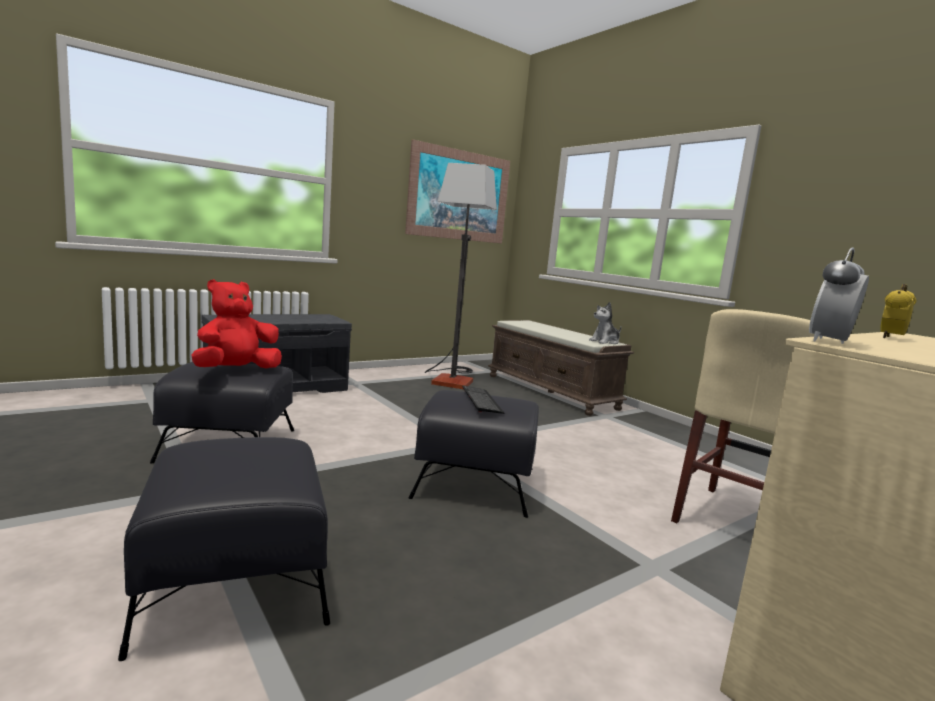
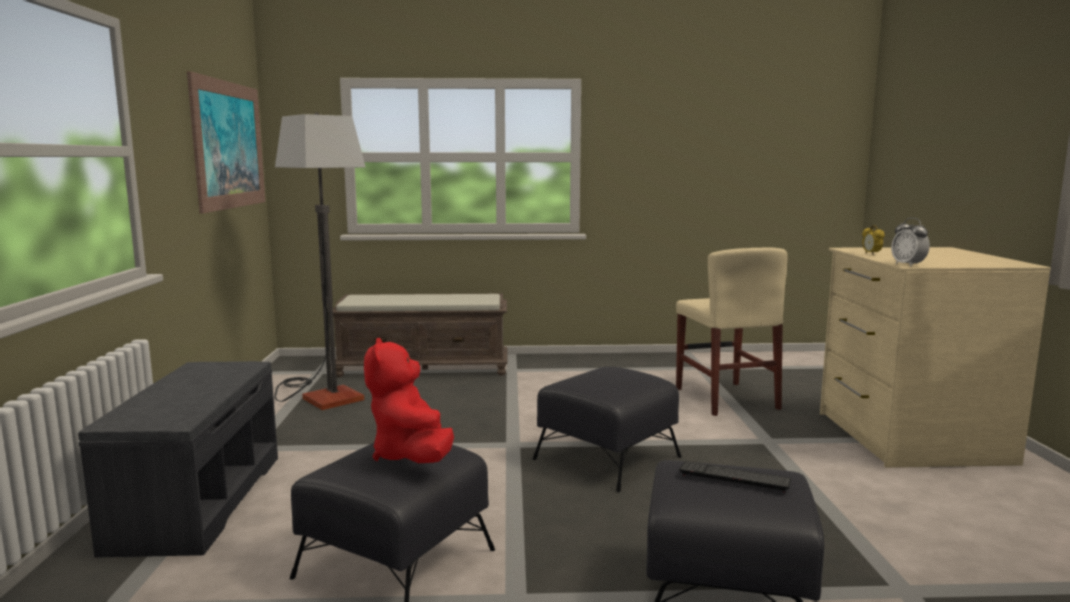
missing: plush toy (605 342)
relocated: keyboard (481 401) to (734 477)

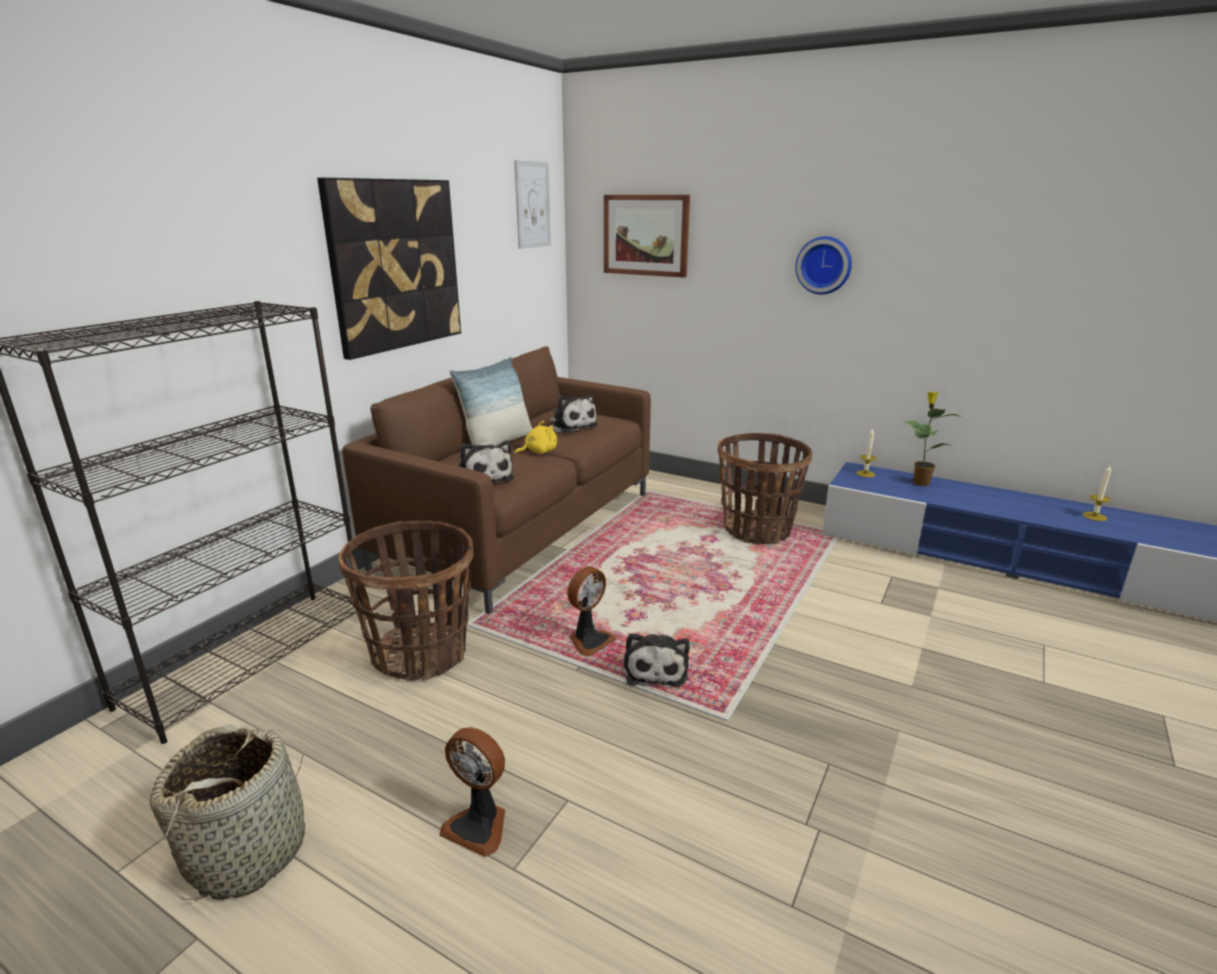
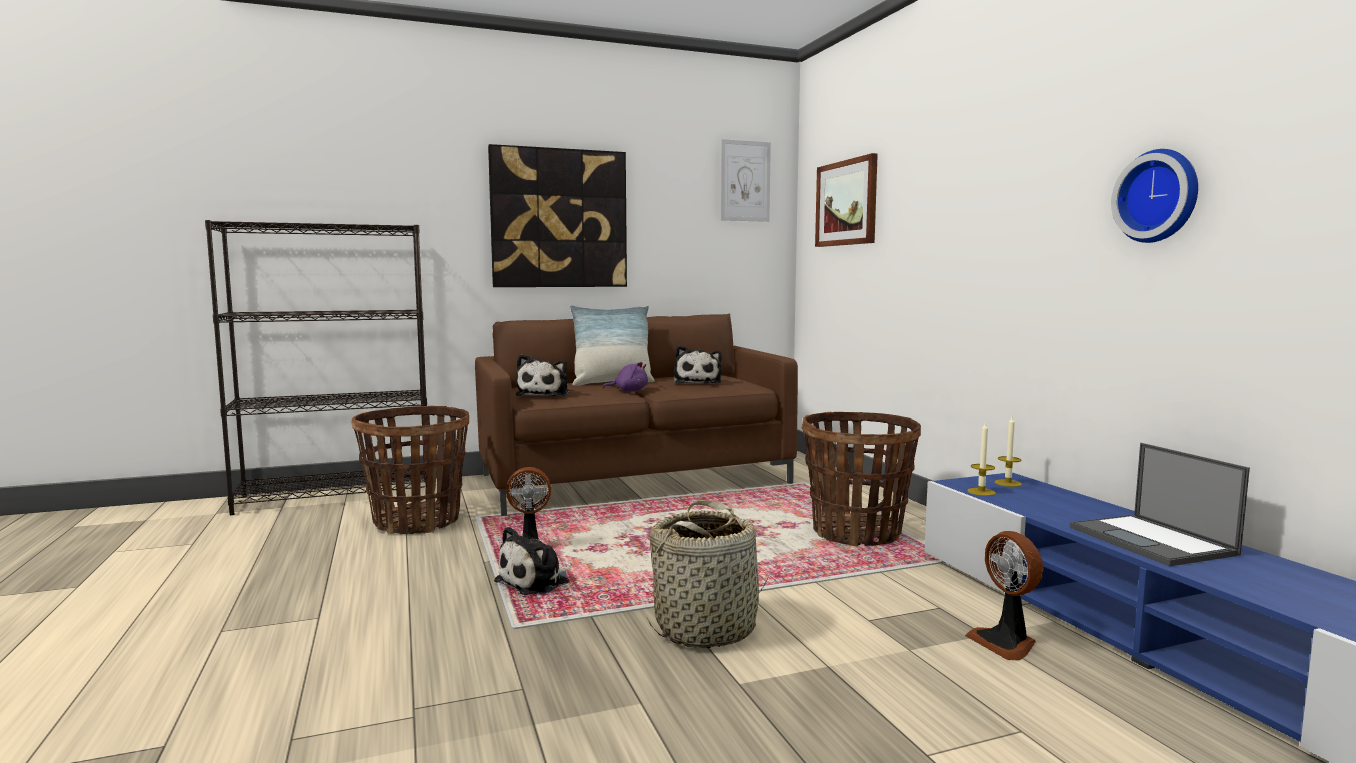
missing: houseplant (920 483)
appeared: notebook computer (1153 541)
relocated: household basket (248 851) to (706 628); cooling fan (479 825) to (1005 643); candle (1094 516) to (981 492); hanging clock (824 265) to (1159 196)
colour: plush toy (yellow) (538 452) to plush toy (purplish) (629 391)

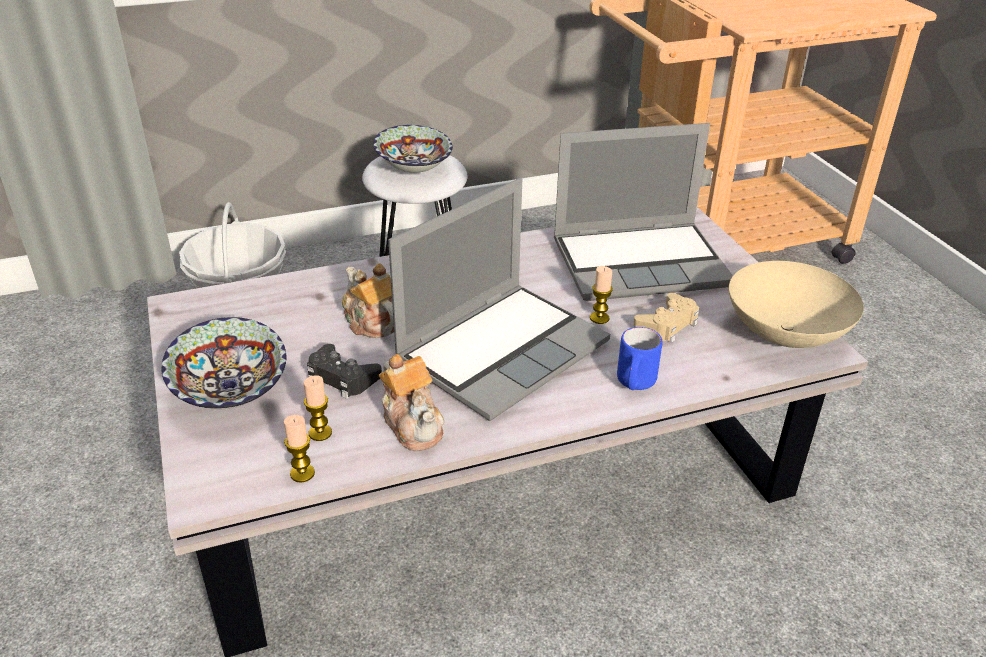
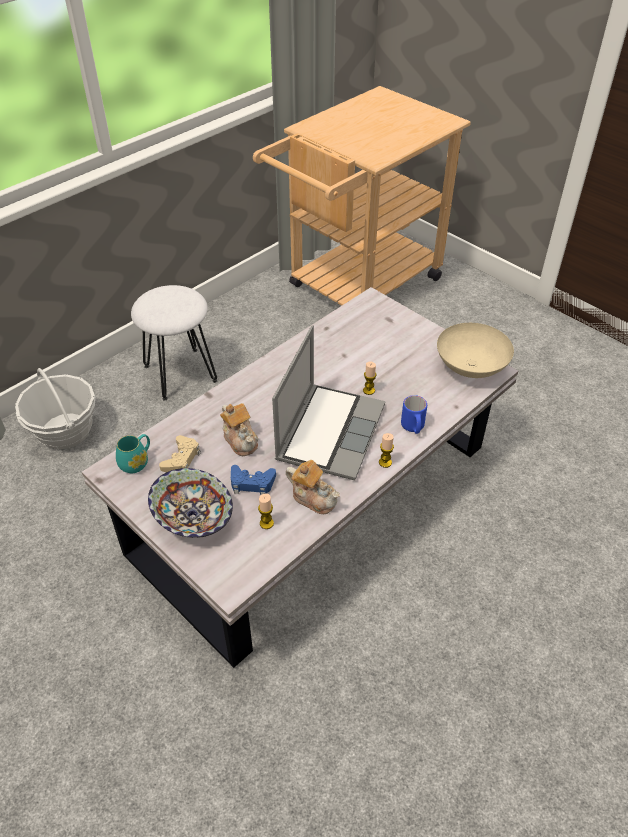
missing: deep dish (412 168); notebook computer (641 262)
appeared: tea mug (turquoise) (137 462)
relocated: gamepad (sand-coloured) (667 324) to (181 459); candle (302 473) to (385 462)
colour: gamepad (black-coloured) (342 377) to gamepad (blue) (252 483)
spun: pot for tea (371 322) = (240 439) 150 degrees counterclockwise

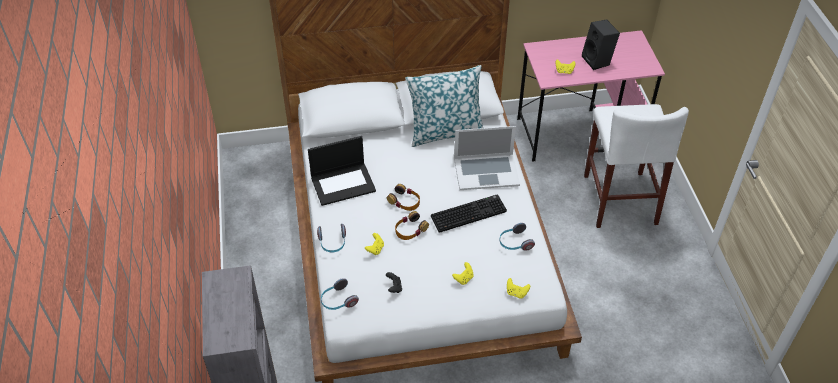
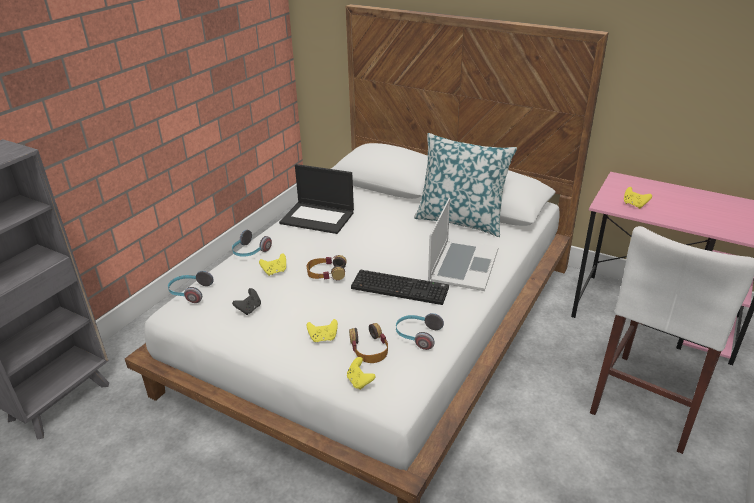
missing: speaker (black-coloured) (598 61)
relocated: pair of headphones (404 201) to (369 348)
spun: notebook computer (486 171) = (463 264) 105 degrees counterclockwise

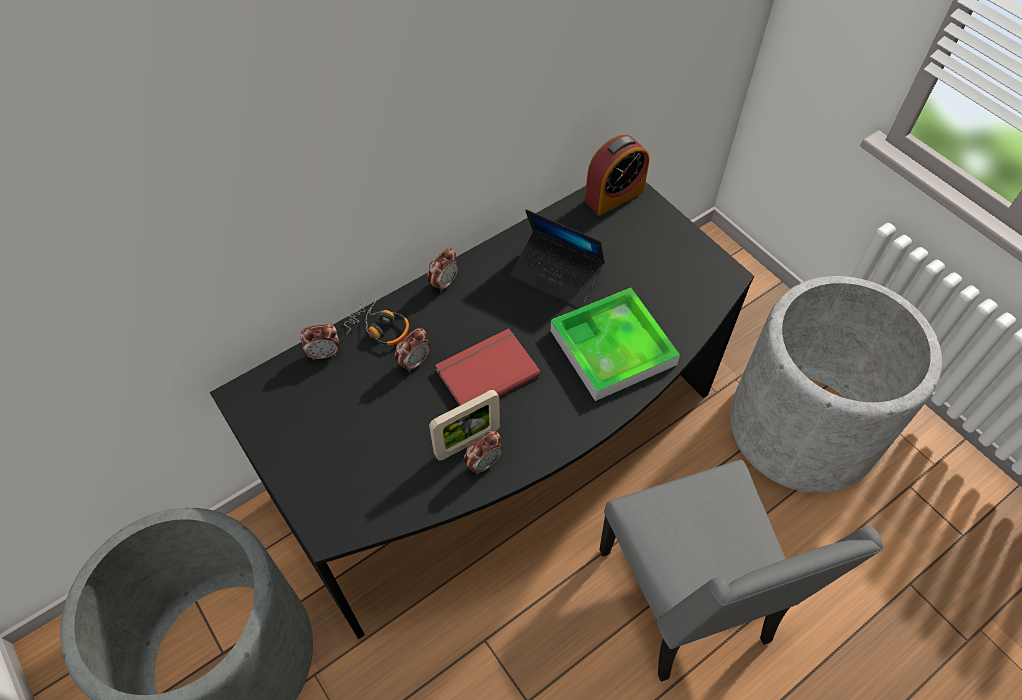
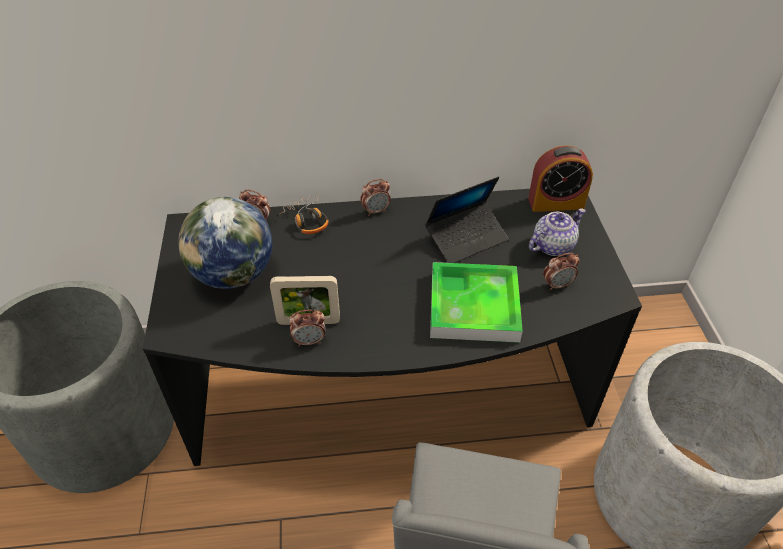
missing: bound book (reddish) (485 371)
appeared: world globe (233 275); pot for tea (553 245)
relocated: alarm clock (414 362) to (557 285)
spun: notebook computer (556 275) = (466 238) 90 degrees counterclockwise

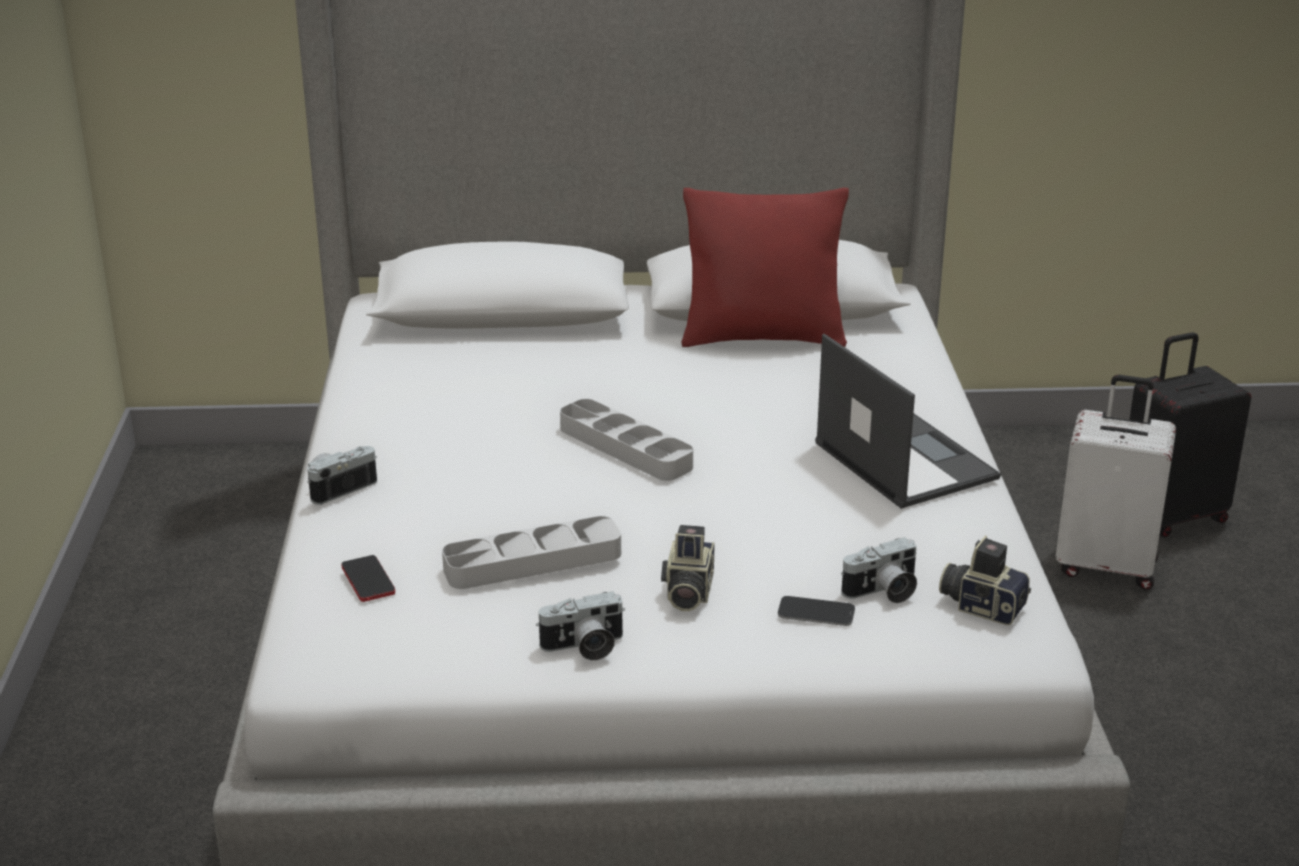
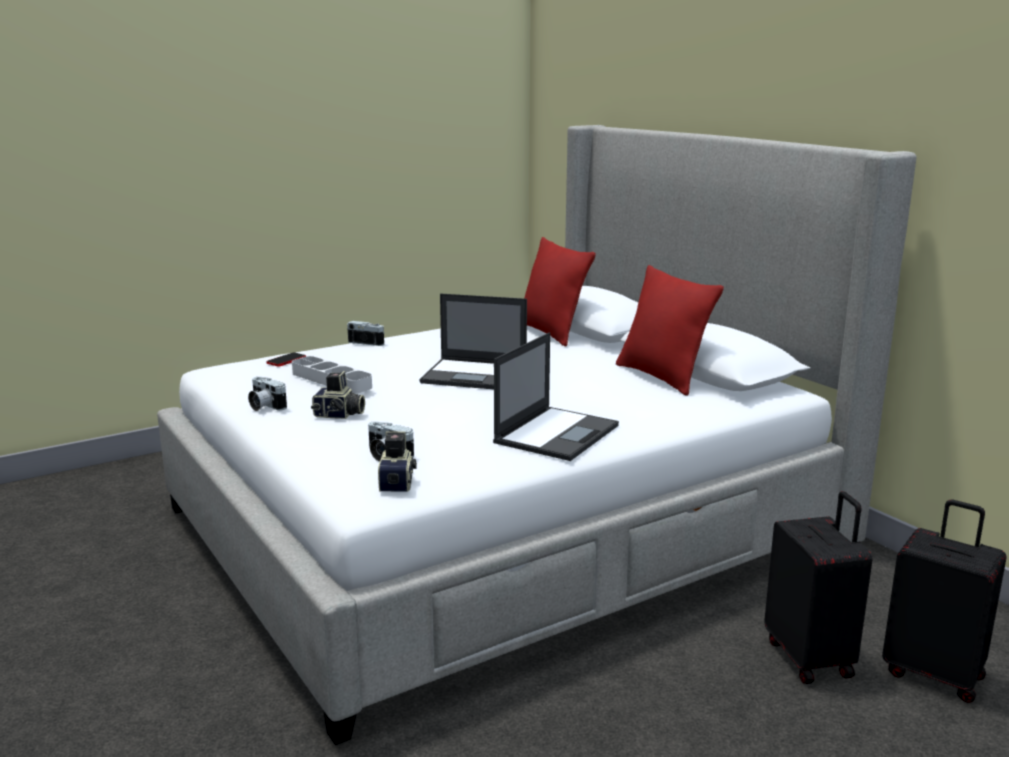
missing: phone (816 613)
appeared: throw pillow (reddish) (551 333)
exchanged: tray (grey) (625 447) to notebook computer (476 375)
colour: piece of luggage (white-coloured) (1106 566) to piece of luggage (black-coloured) (810 658)
spun: photo camera (687 592) = (339 415) 150 degrees counterclockwise

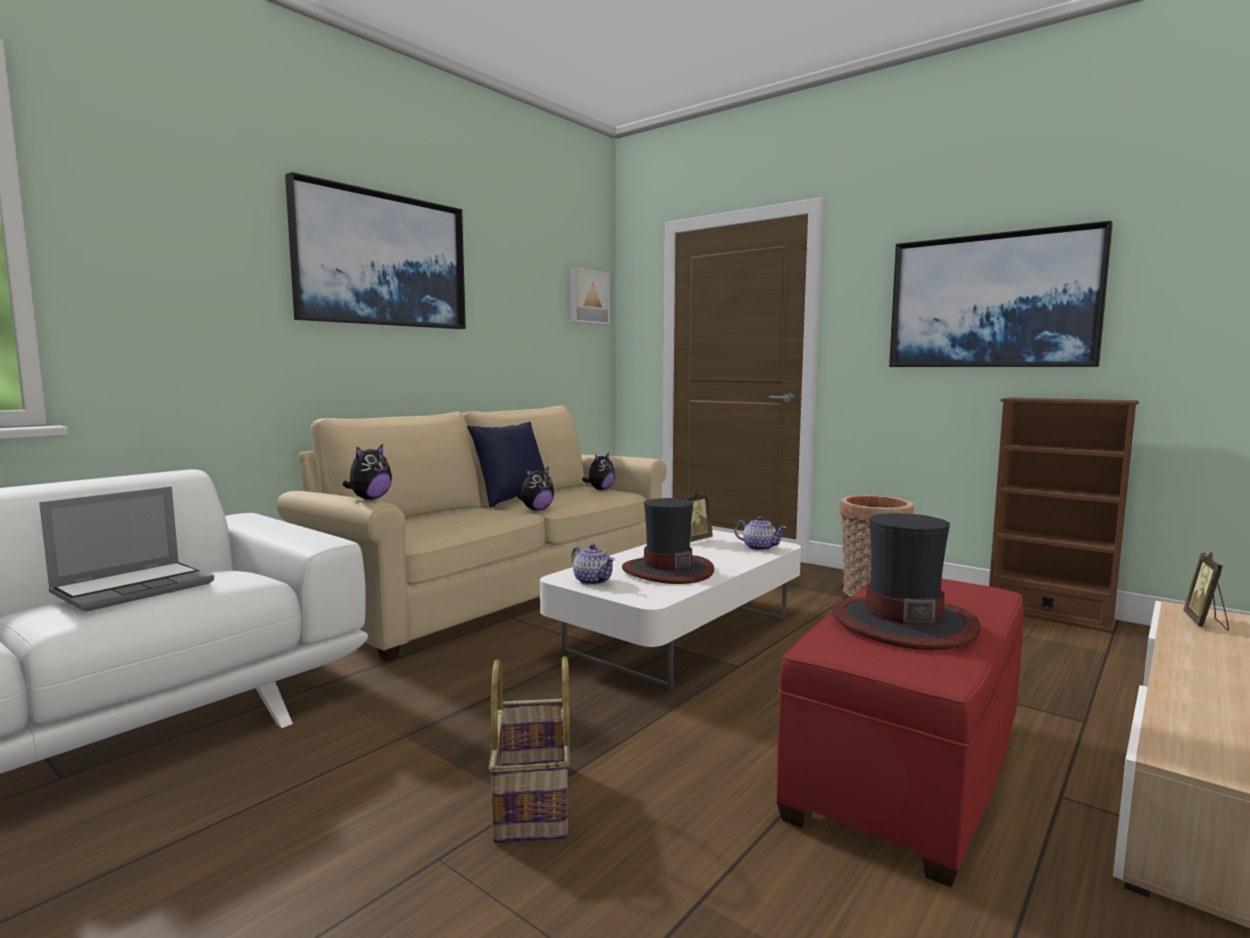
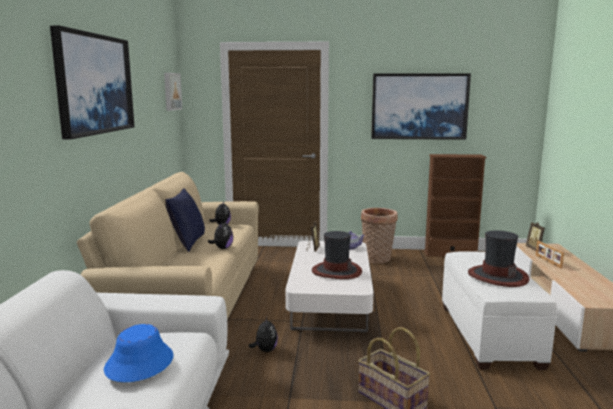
missing: pot for tea (592 581)
appeared: photo frame (547 261)
relocated: plush toy (370 499) to (265 350)
exchanged: notebook computer (135 588) to clothing hat (blue) (139 363)
colour: ottoman (reddish) (909 770) to ottoman (white-coloured) (489 335)

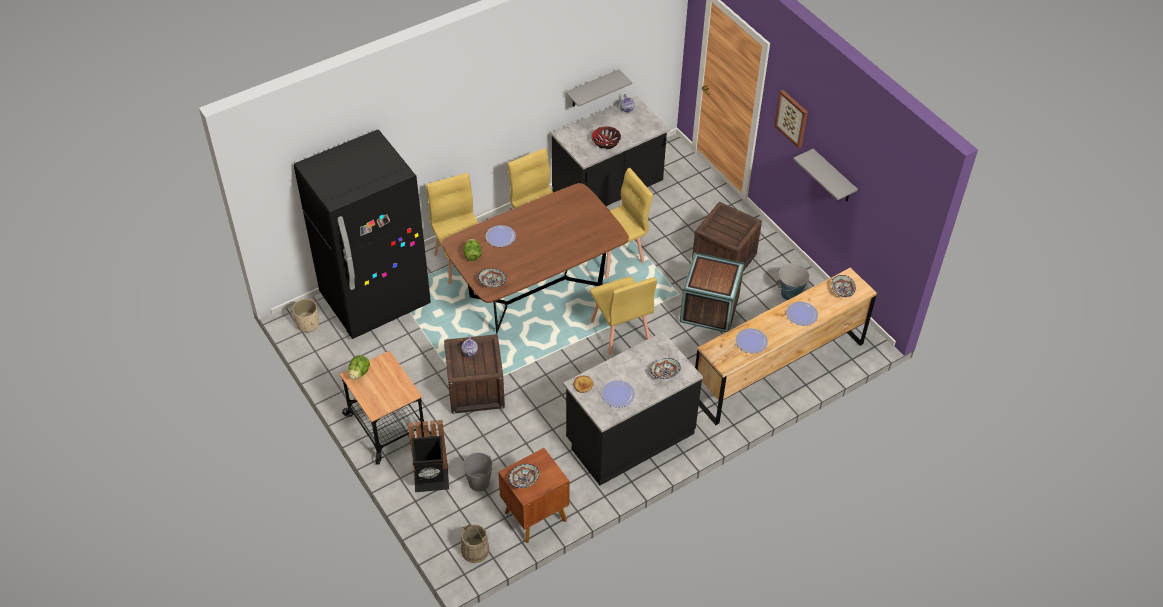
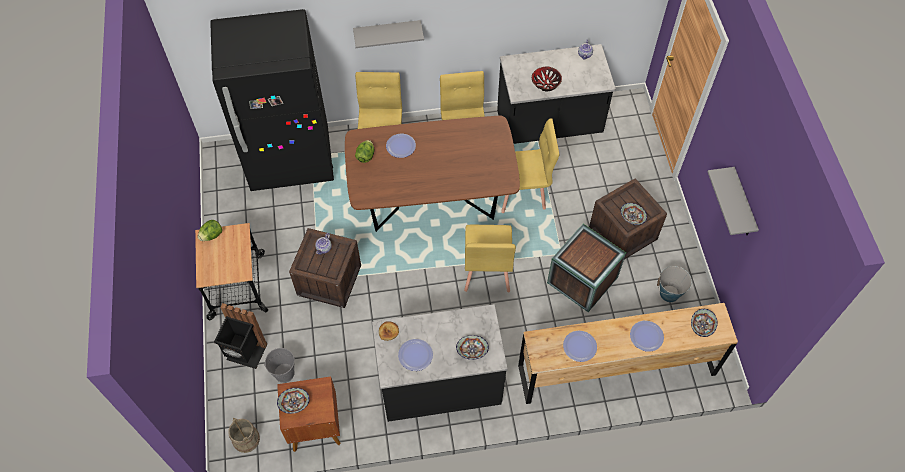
missing: plant pot (sand-coloured) (308 324); wall picture (792 118)
relocated: wall shelf (grey) (592 89) to (387 32); deep dish (492 282) to (632 217)

